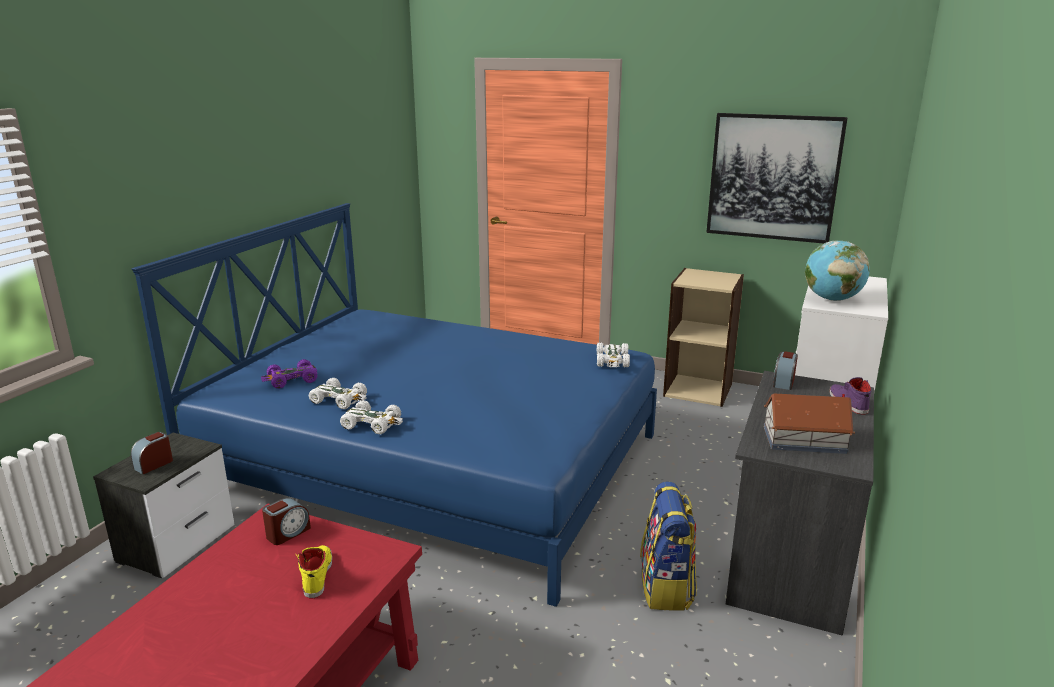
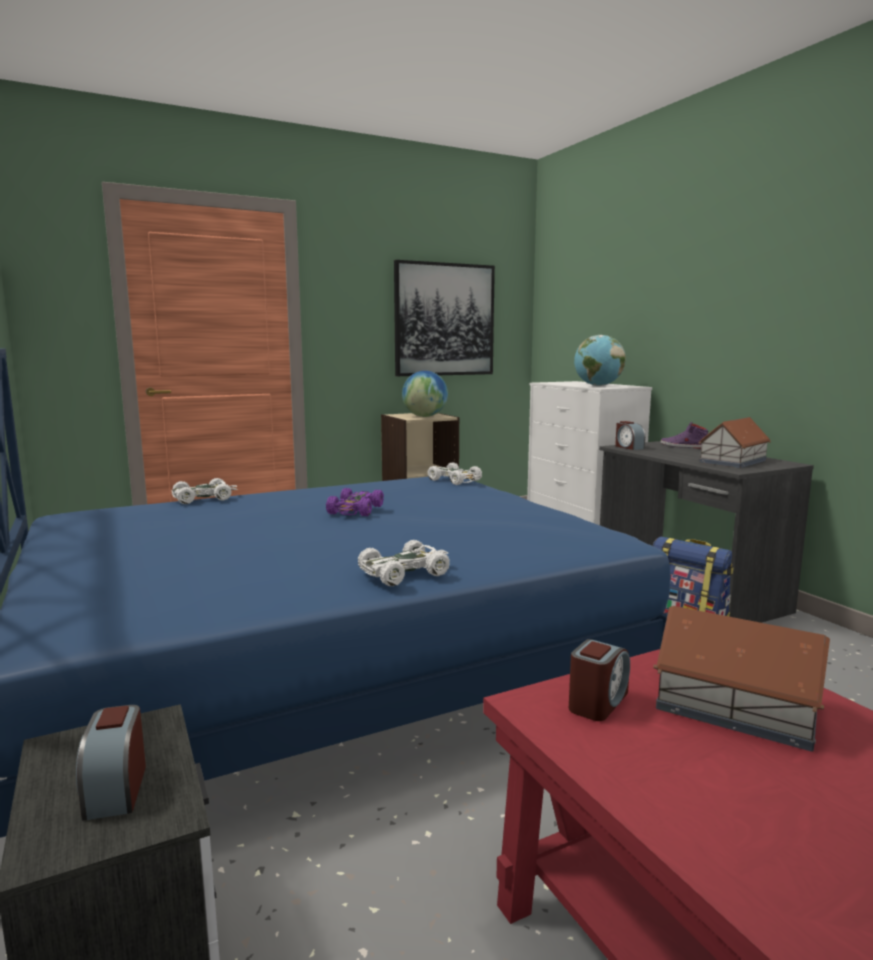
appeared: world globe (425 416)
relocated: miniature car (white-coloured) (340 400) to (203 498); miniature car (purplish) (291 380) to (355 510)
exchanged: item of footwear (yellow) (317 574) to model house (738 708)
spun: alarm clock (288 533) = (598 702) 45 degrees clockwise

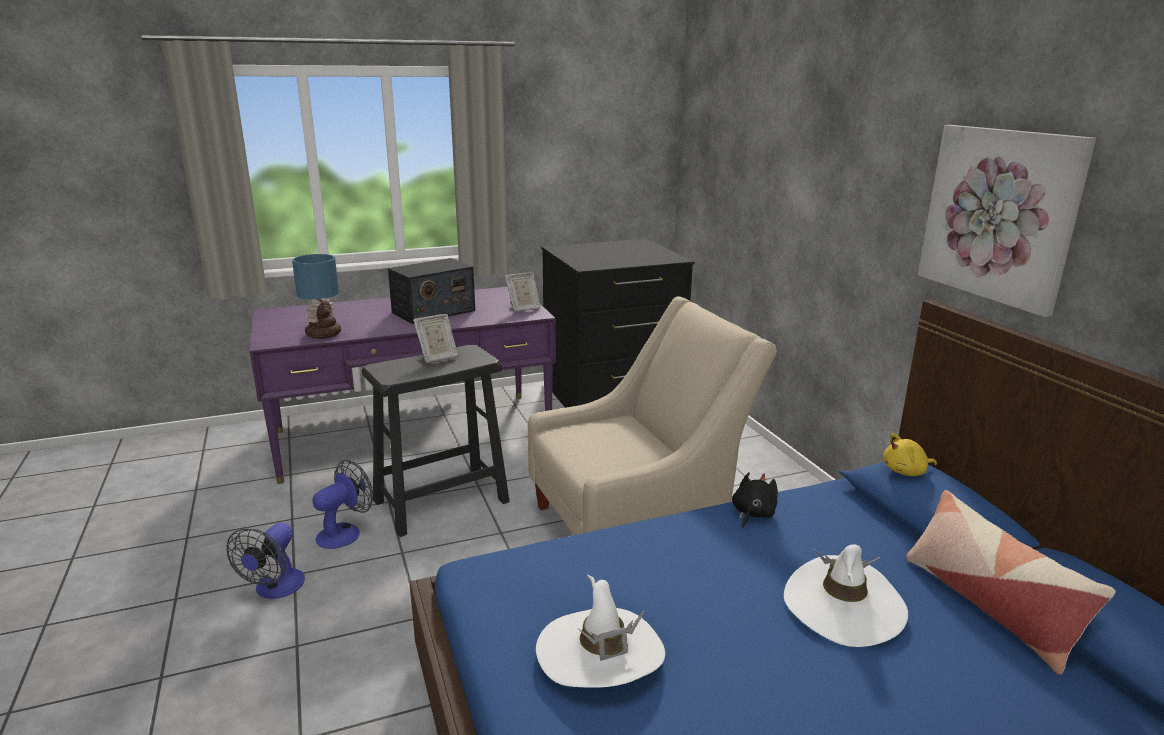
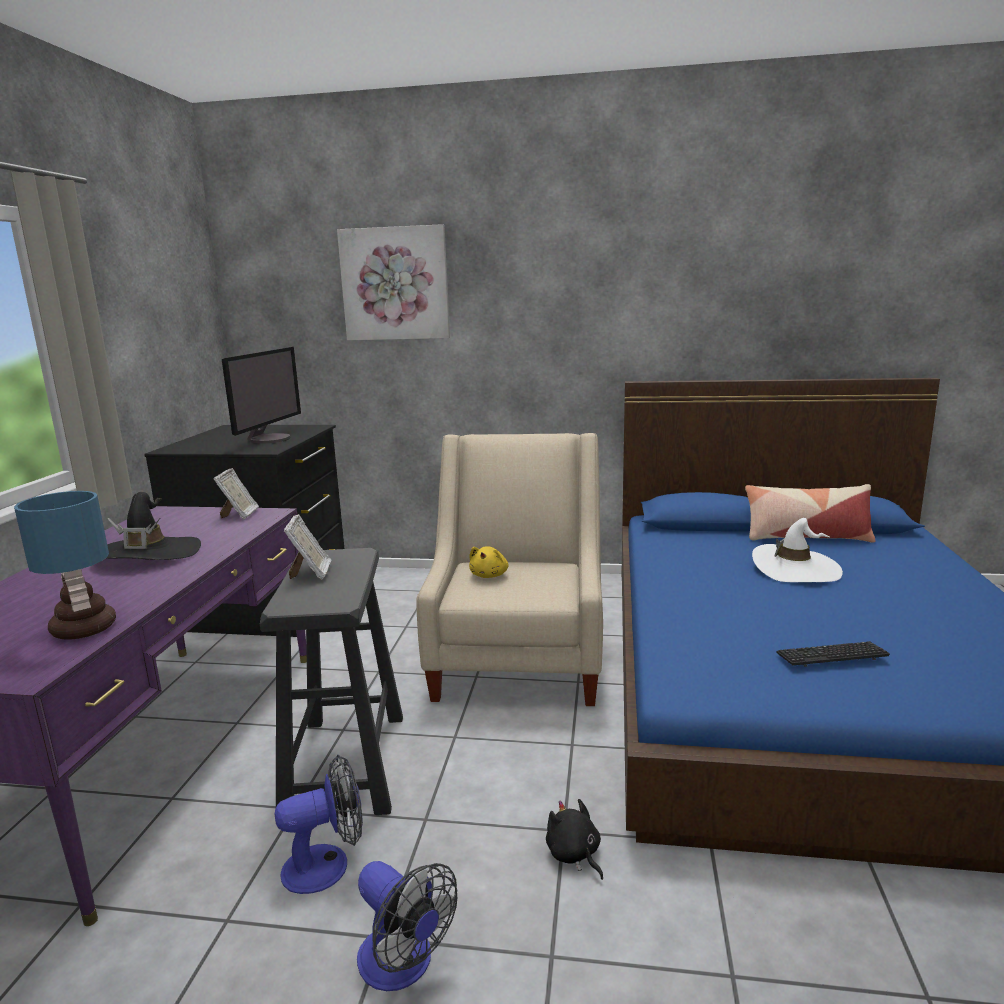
appeared: computer screen (269 439)
relocated: wall picture (1000 215) to (395 284); plush toy (yellow) (906 471) to (489 575); plush toy (black-coloured) (752 514) to (574 855)
exchanged: radio receiver (433 312) to clothing hat (black-coloured) (148 554); clothing hat (white-coloured) (600 653) to keyboard (832 656)
spun: cooling fan (345 532) = (327 864) 90 degrees clockwise

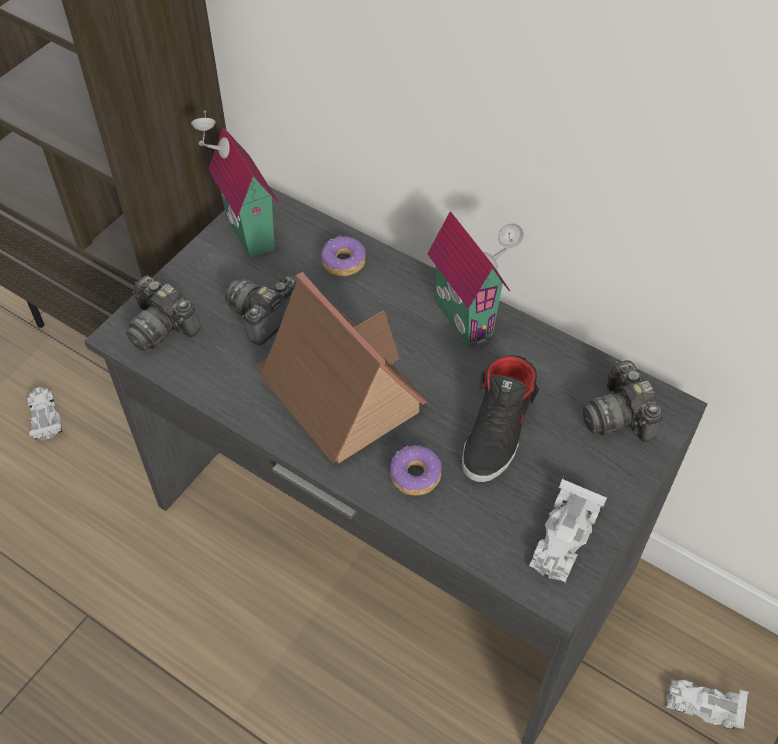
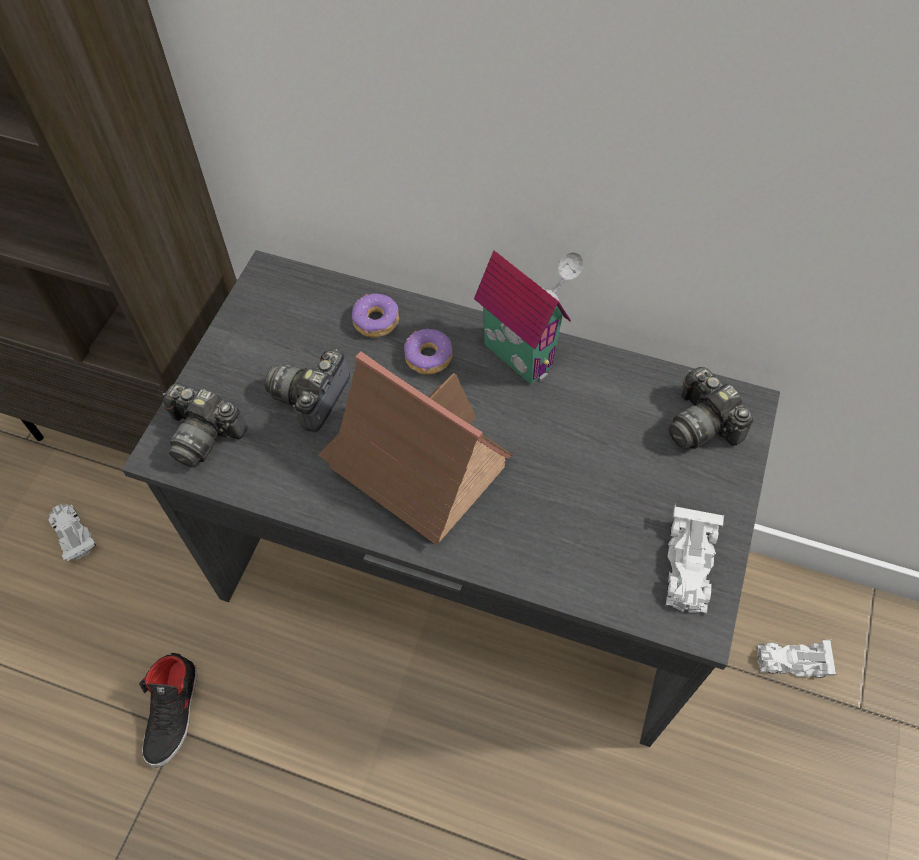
missing: model house (246 235)
relocated: item of footwear (black-coloured) (498 432) to (174 713); donut (415 476) to (428 357)

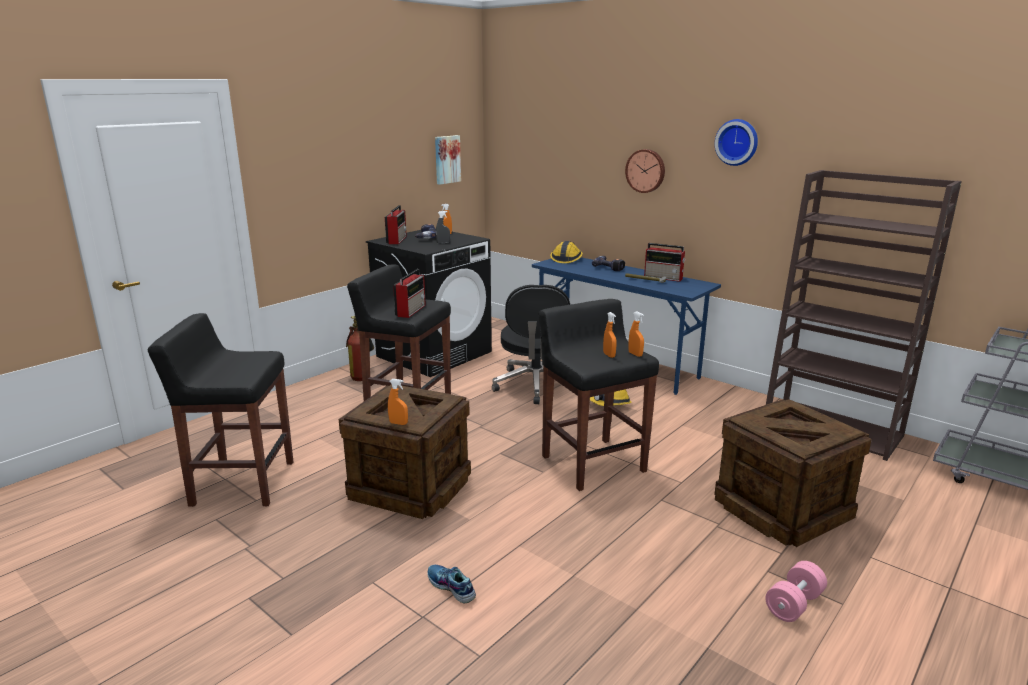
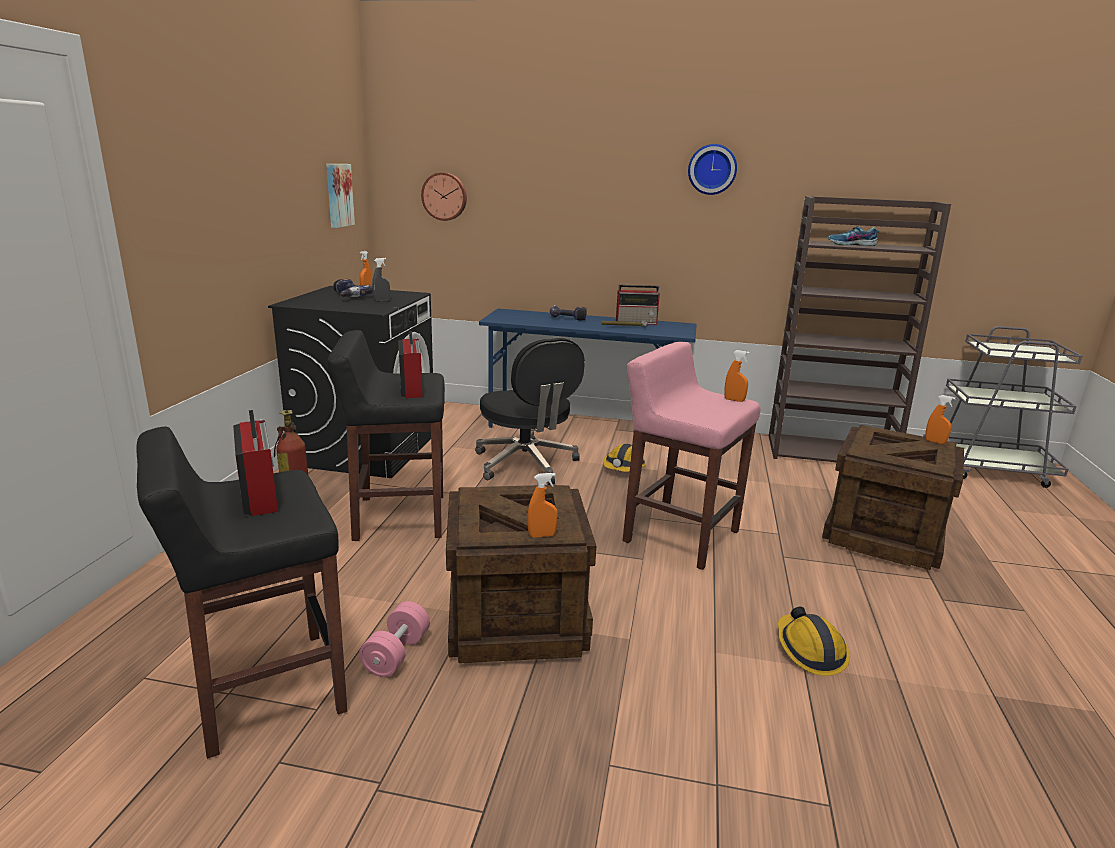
relocated: radio receiver (397 240) to (260 494); dumbbell (pinkish) (794 604) to (396 654); hanging clock (646 171) to (445 196); safety helmet (566 259) to (809 650); item of footwear (450 588) to (851 244); spray bottle (orange) (609 355) to (935 442)
colour: stool (black-coloured) (592 463) to stool (pinkish) (679 536)

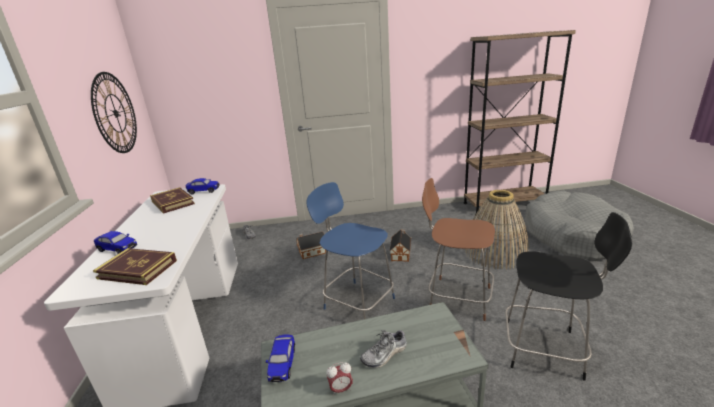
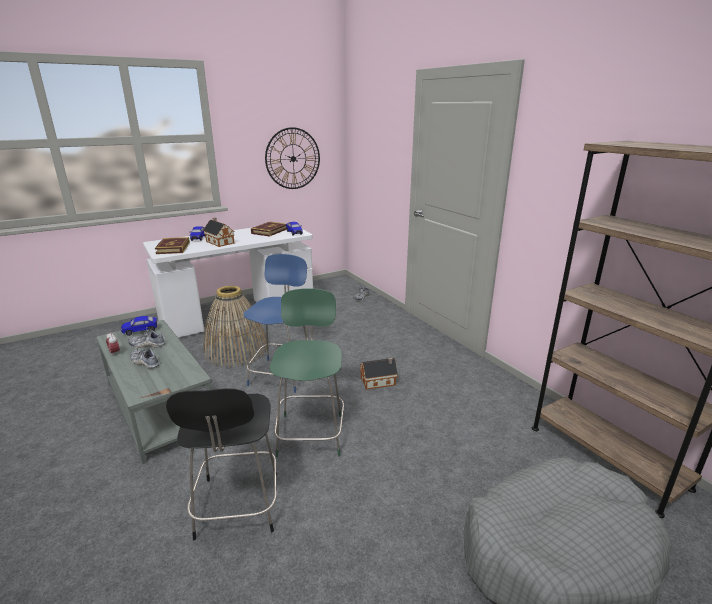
appeared: item of footwear (147 344)
relocated: model house (311 252) to (219 242); household basket (495 252) to (236 350)
colour: chair (brownish) (457 297) to chair (green) (311 432)

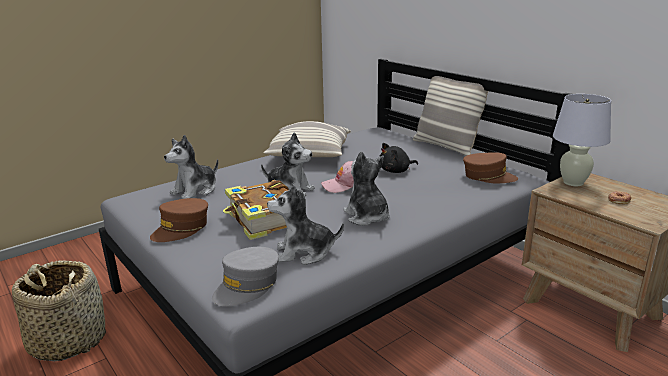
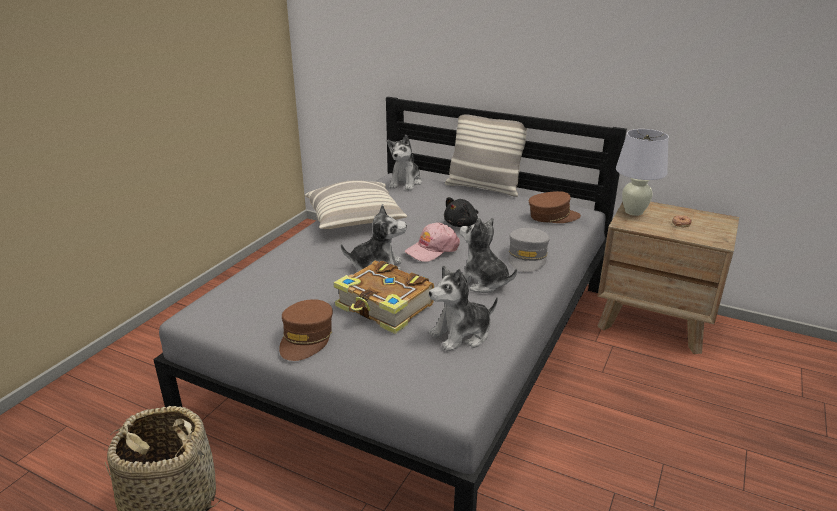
relocated: plush toy (195 190) to (405 183); cap (grey) (247 286) to (527 257)

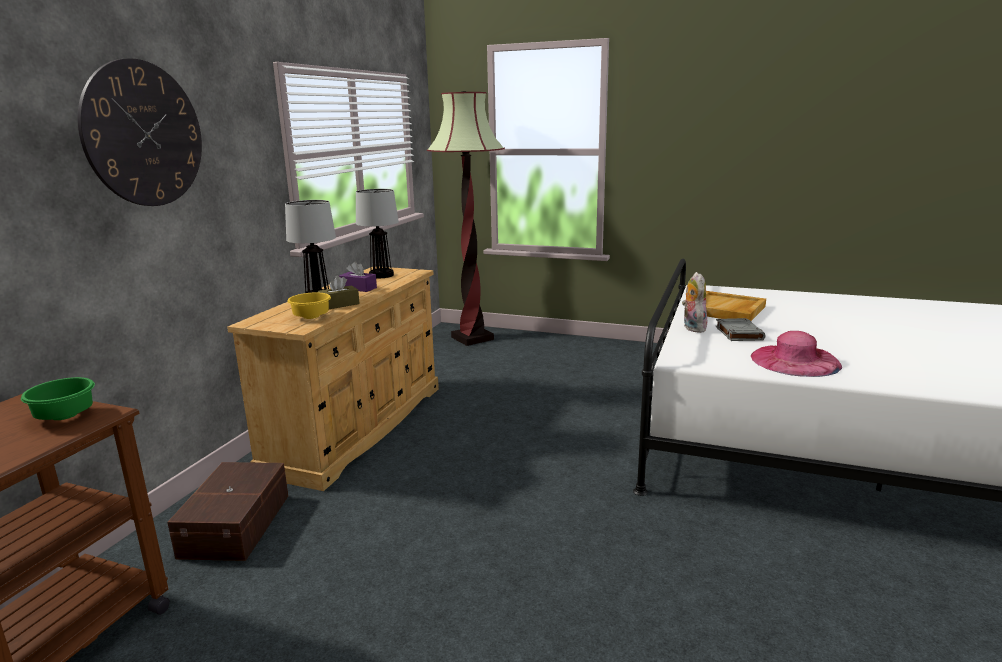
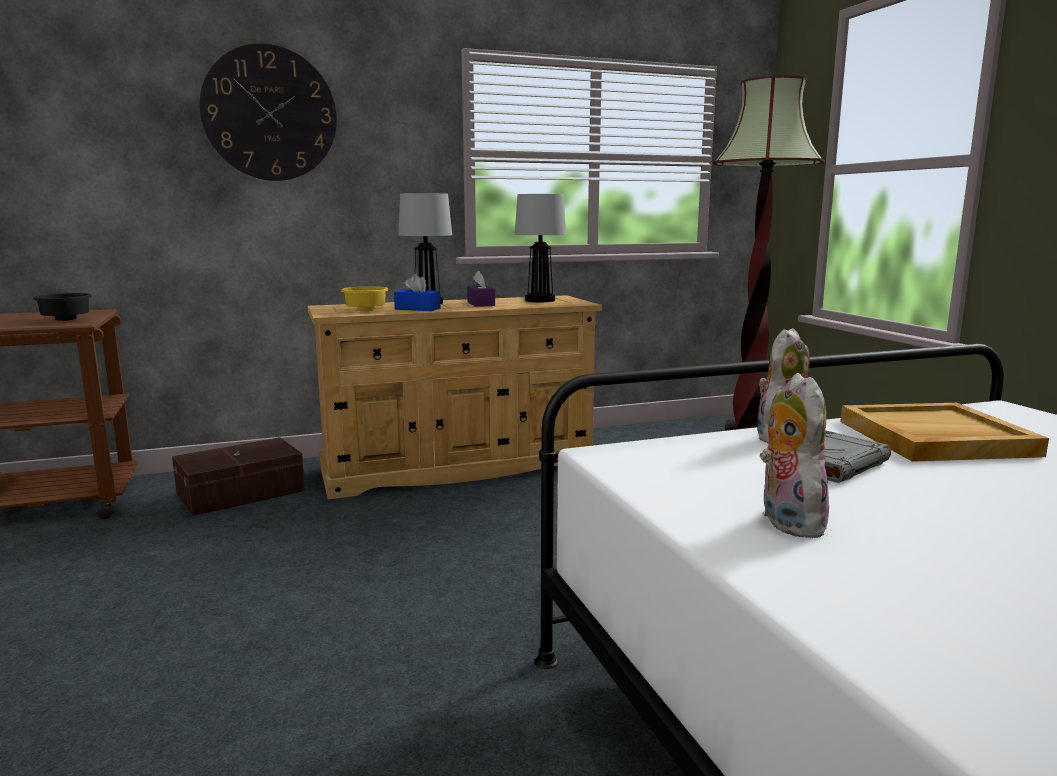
exchanged: clothing hat (pinkish) (795 360) to plush toy (786 521)
colour: deep dish (green) (65 415) to deep dish (black-coloured) (67 320); box of tissues (brownish) (339 305) to box of tissues (blue) (417 309)

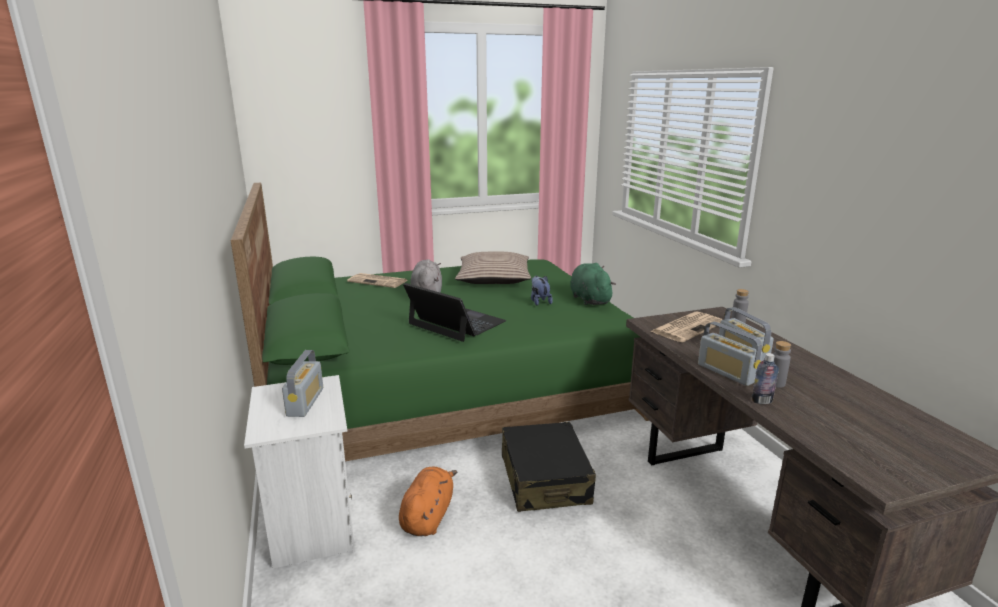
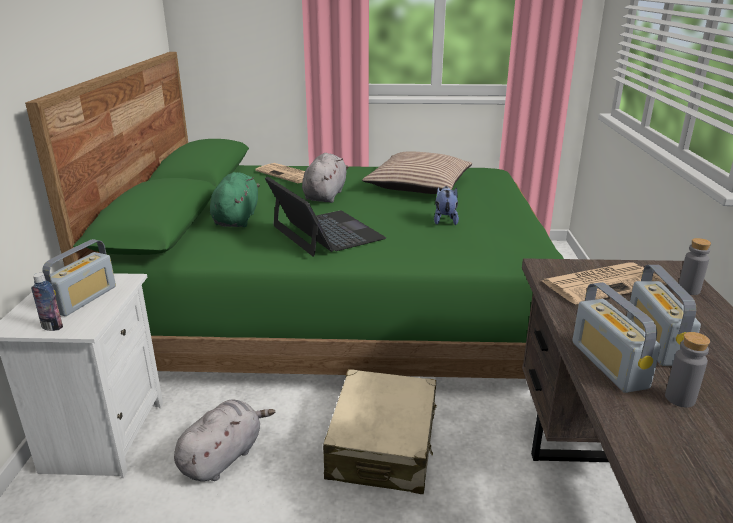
relocated: bottle (761 401) to (52 327); plush toy (green) (589 299) to (236 219)
colour: plush toy (orange) (428 516) to plush toy (grey) (223 457); piece of luggage (black-coloured) (545 479) to piece of luggage (sand-coloured) (383 445)

